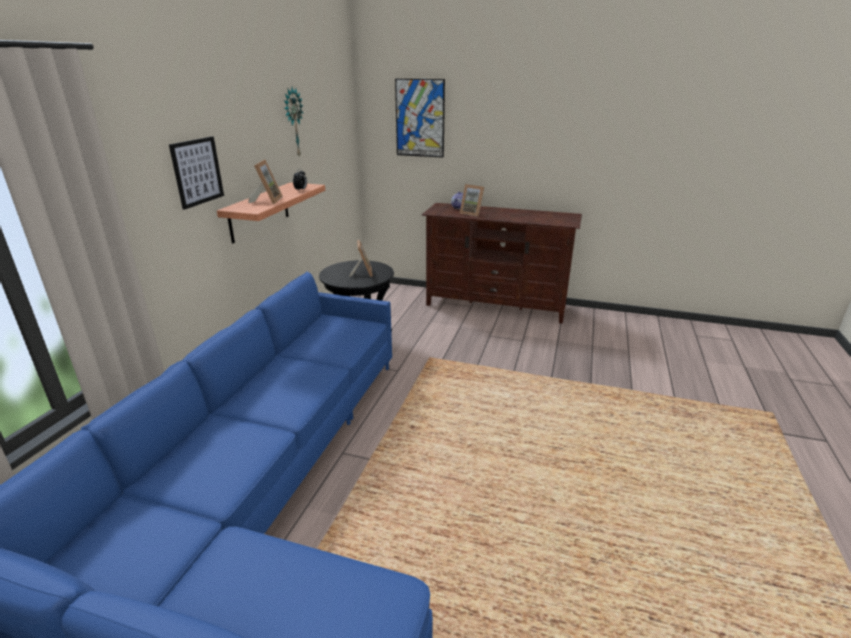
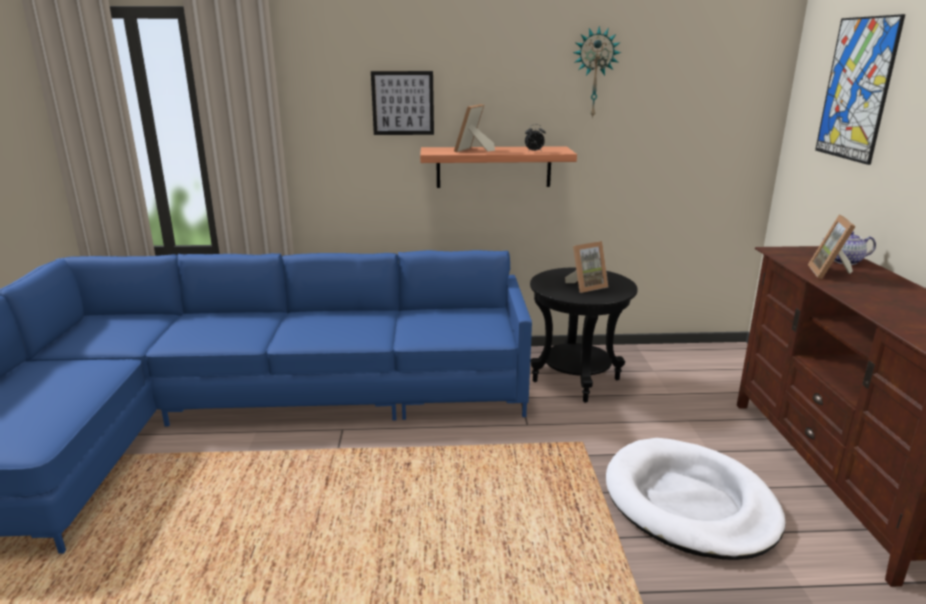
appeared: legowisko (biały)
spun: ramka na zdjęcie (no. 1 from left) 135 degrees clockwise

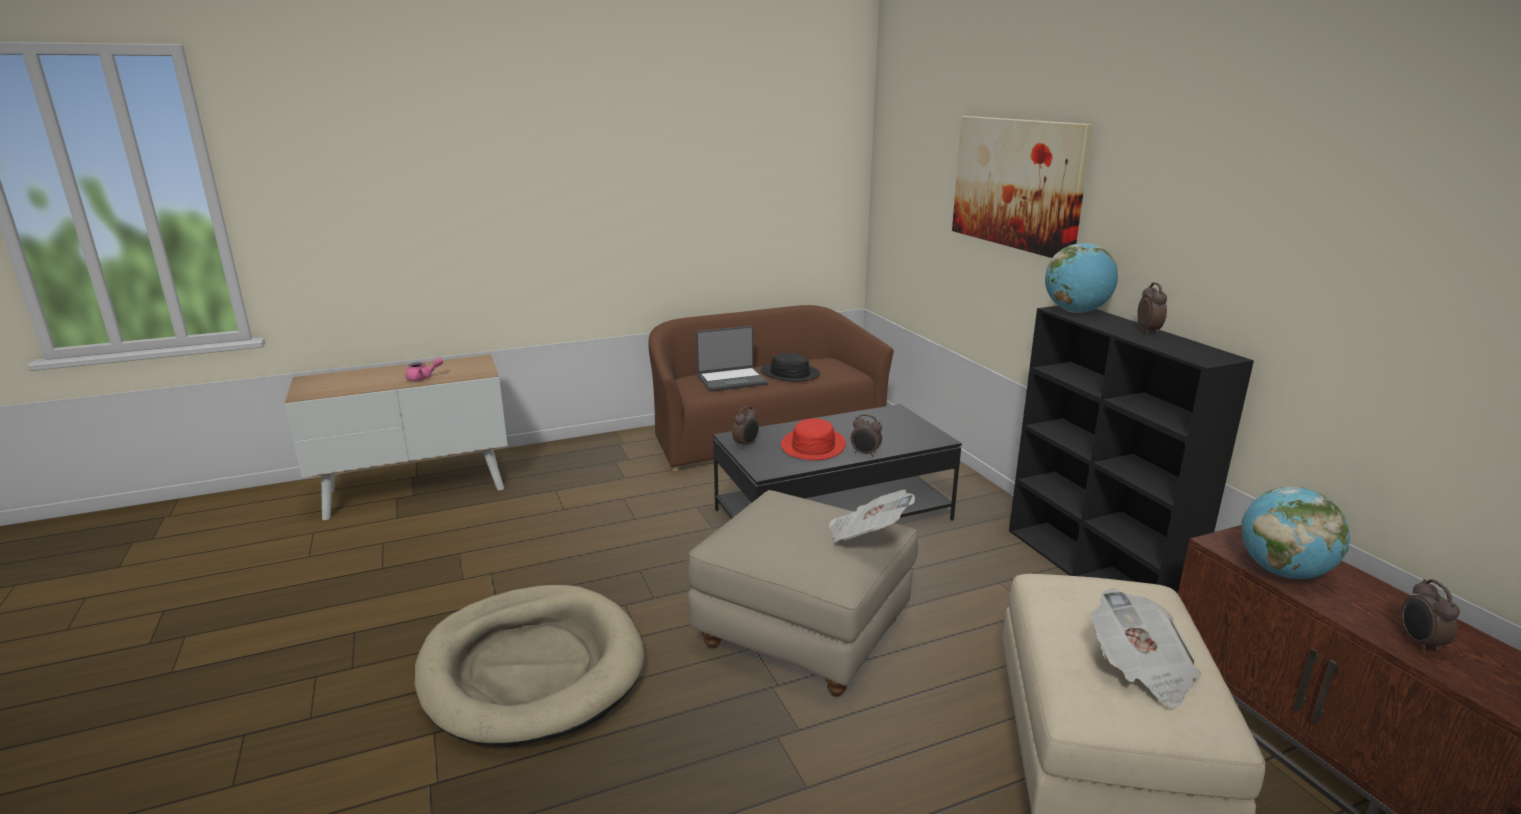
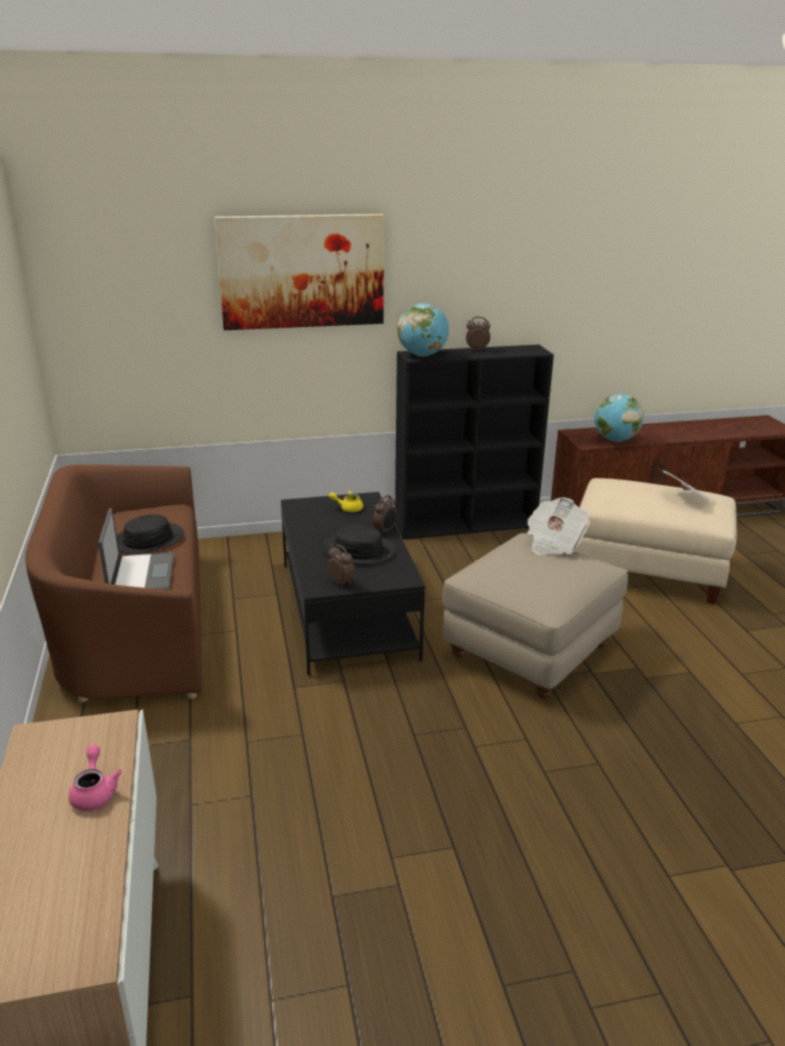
missing: legowisko (beżowy); budzik (no. 4 from left)
appeared: imbryk (żółty)
colour: kapelusz (czerwony) to kapelusz (czarny) (no. 2 from left)

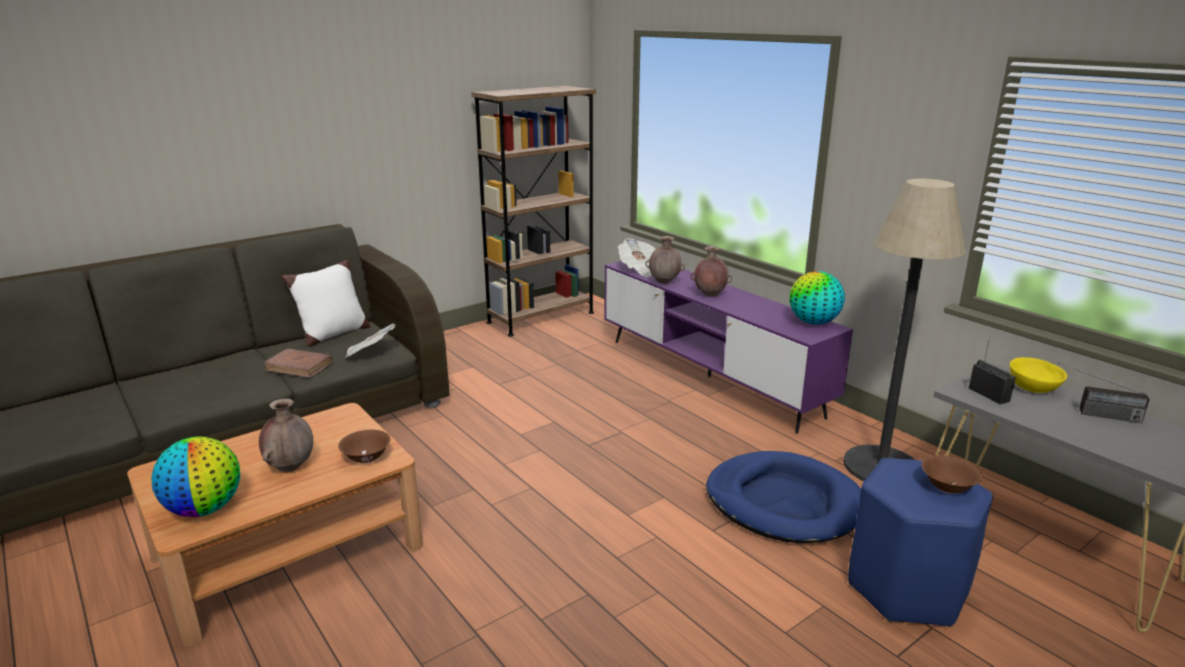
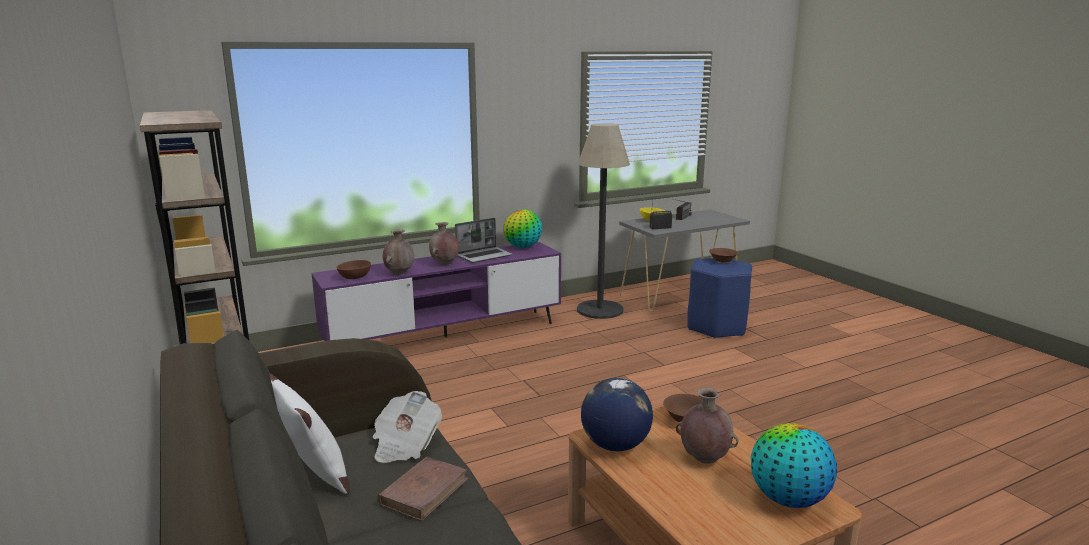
missing: legowisko (niebieski)
appeared: laptop; globus (no. 2 from left)
exchanged: gazeta (no. 2 from left) to miska (brązowy) (no. 1 from left)

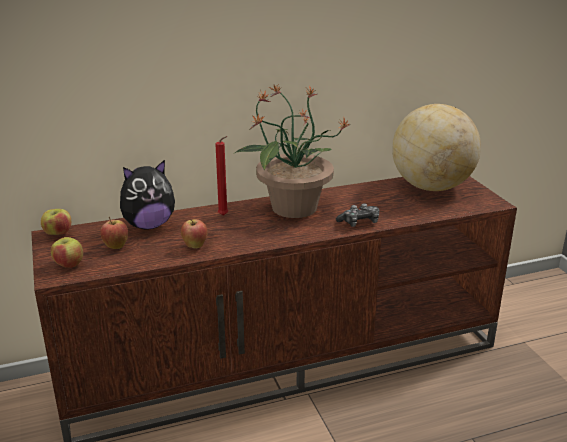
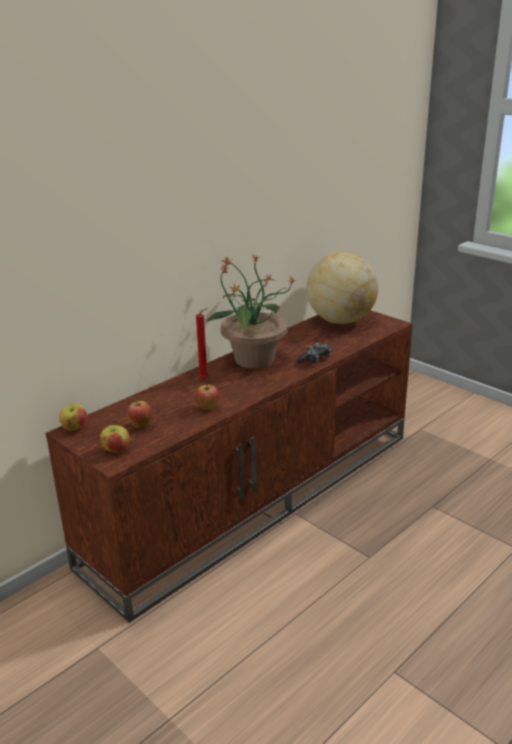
missing: pluszak

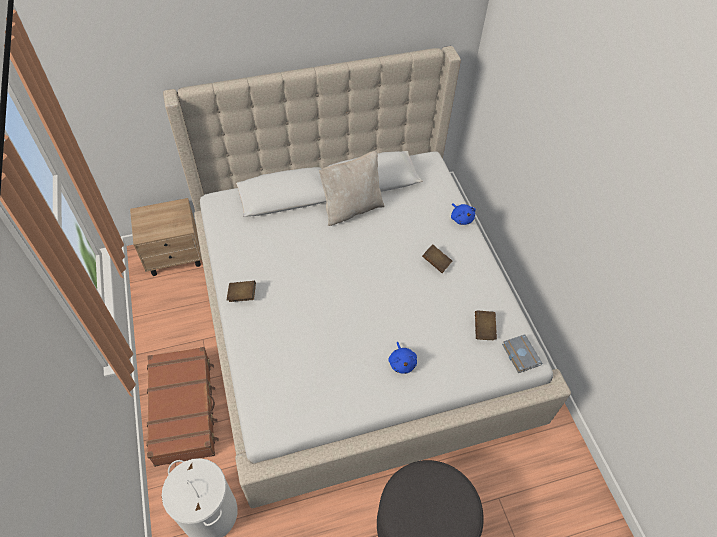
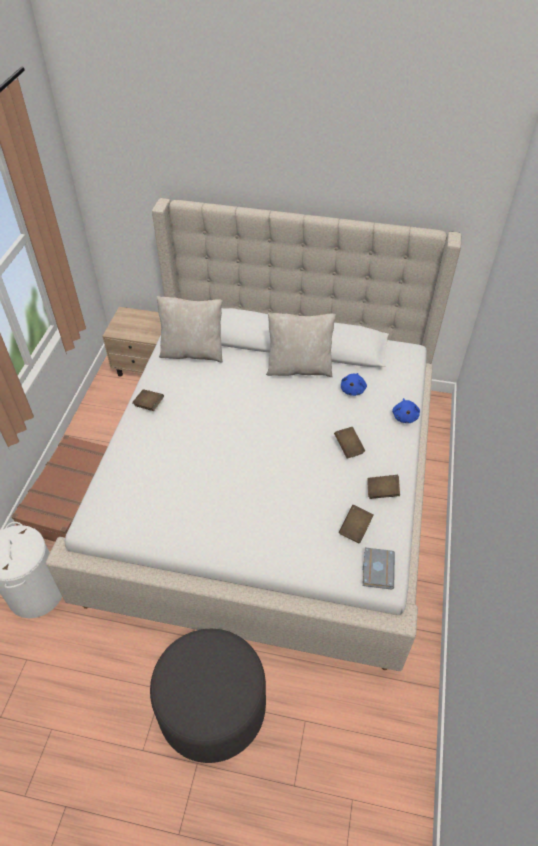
appeared: poduszka (beżowy) (no. 1 from left); książka (brązowy) (no. 4 from left)
relocated: pluszak (niebieski) (no. 1 from left)

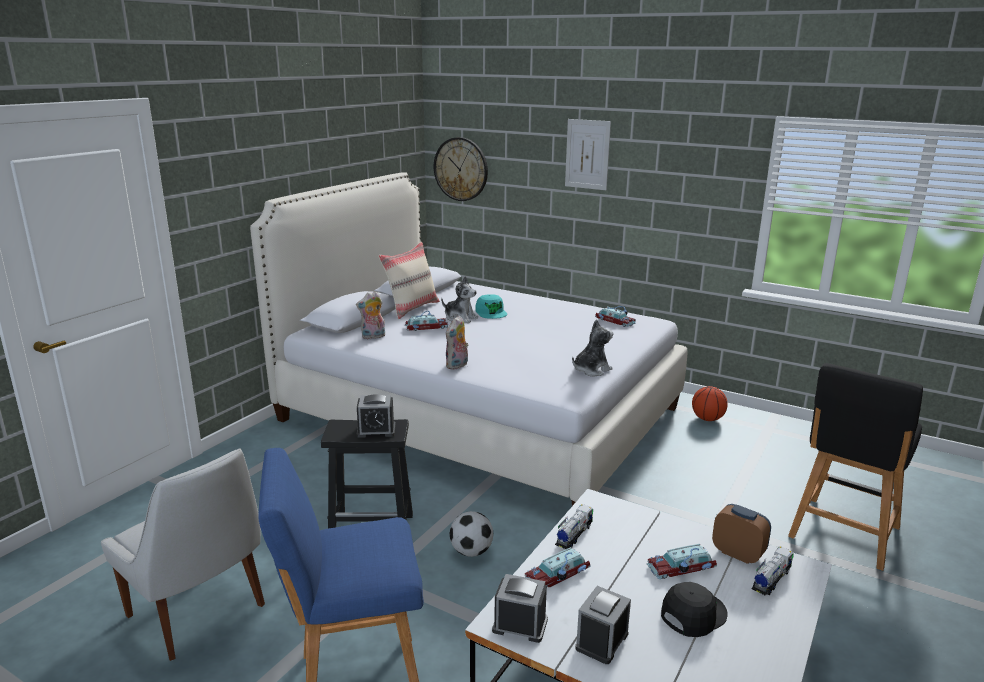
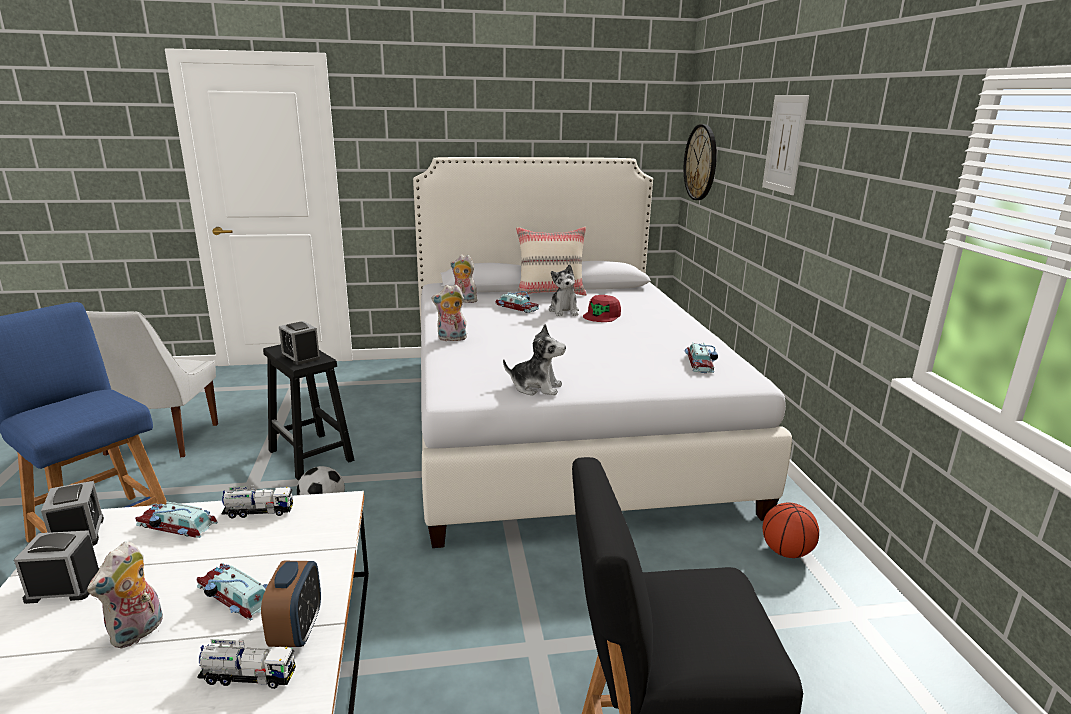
exchanged: czapka z daszkiem (czarny) to pluszak (no. 1 from left)
colour: czapka z daszkiem (turkusowy) to czapka z daszkiem (czerwony)

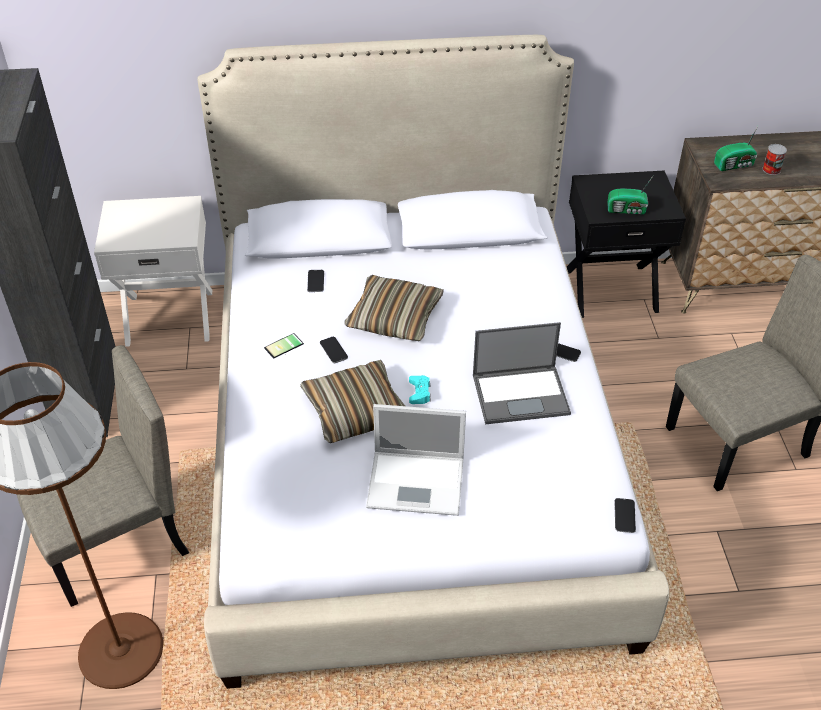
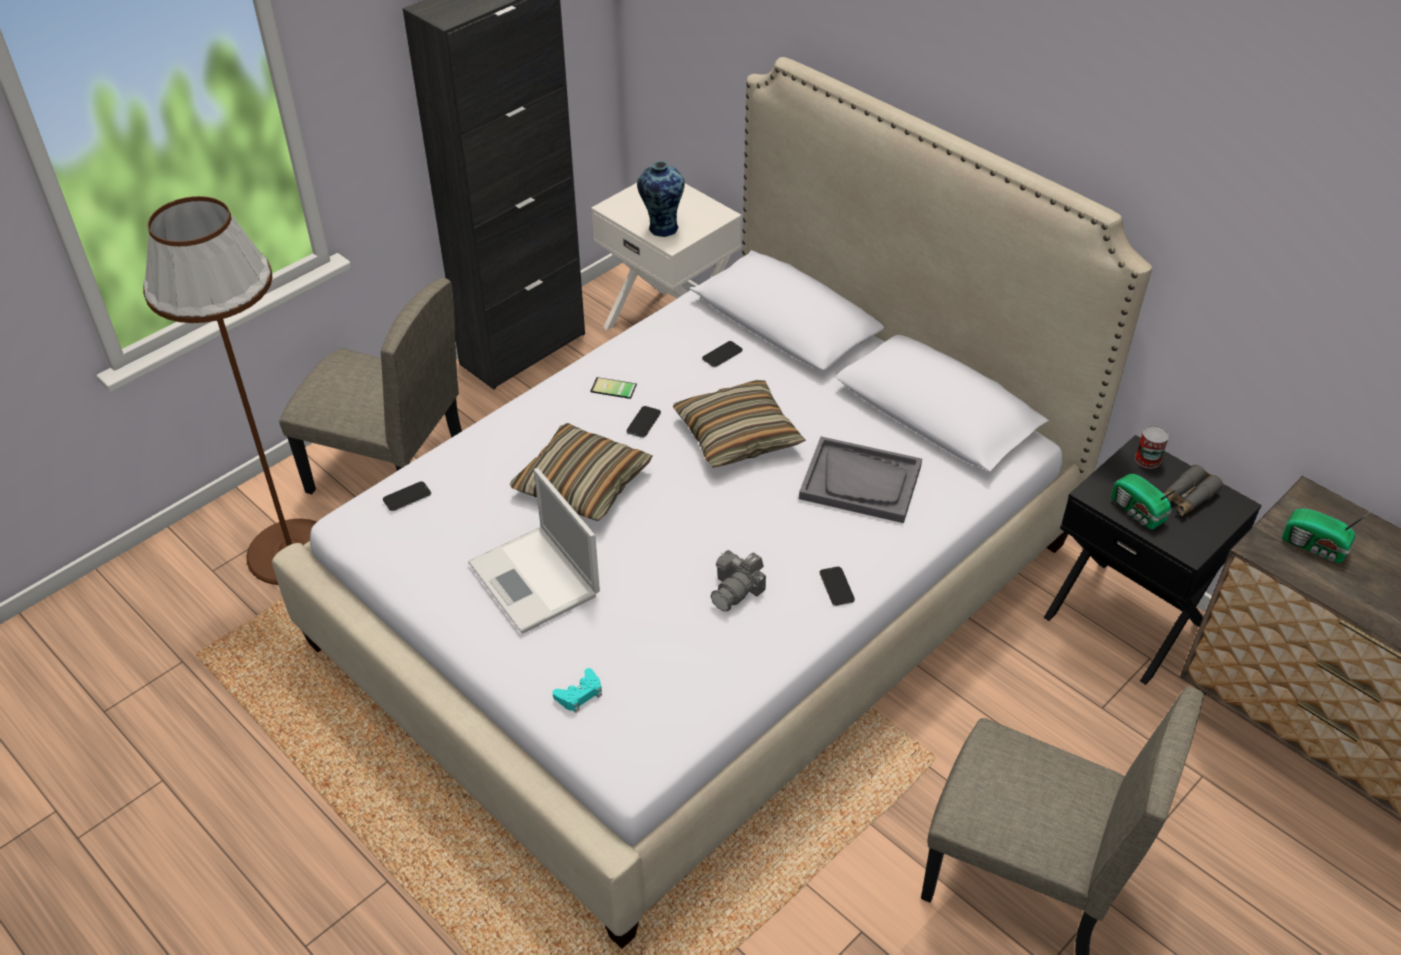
appeared: wazon; taca (szary); lornetka (szary)
relocated: telefon (no. 5 from left in the first image) to telefon (no. 1 from left); pad do gier (turkusowy); puszka
exchanged: laptop (no. 2 from left) to aparat fotograficzny

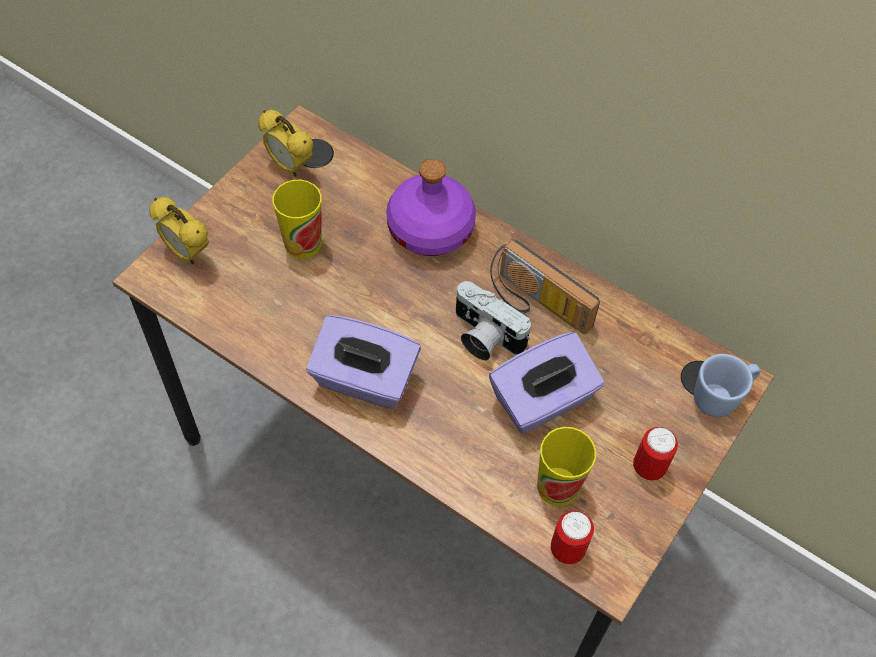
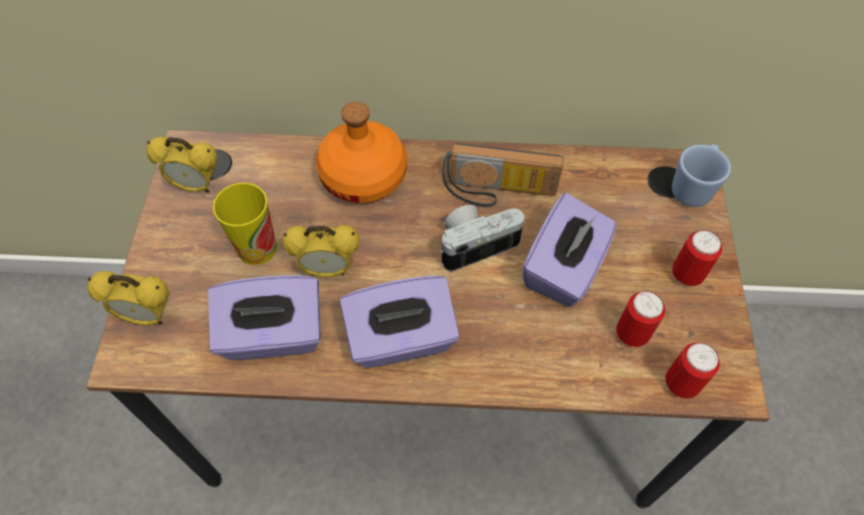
appeared: pudełko chusteczek (fioletowy) (no. 1 from left); budzik (no. 3 from left)
exchanged: filiżanka (no. 2 from left) to puszka (no. 1 from left)
colour: butelka (fioletowy) to butelka (pomarańczowy)
spun: aparat fotograficzny 150 degrees clockwise

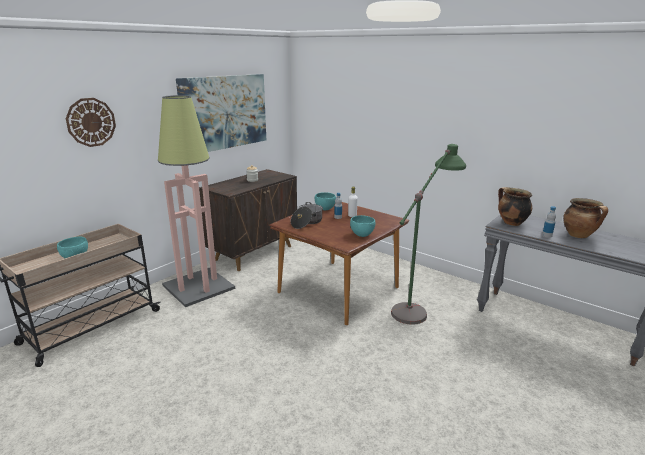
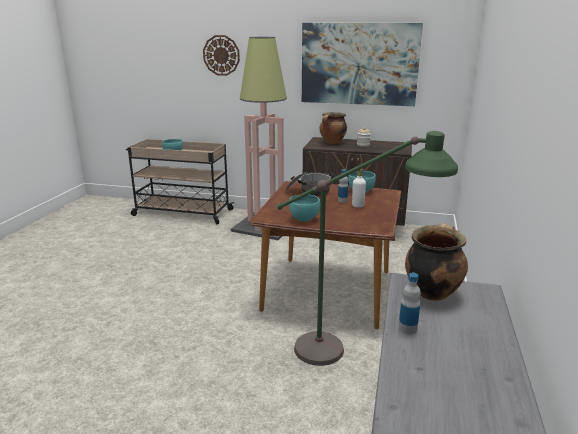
relocated: garnek (no. 3 from left in the first image) to garnek (no. 2 from left)

